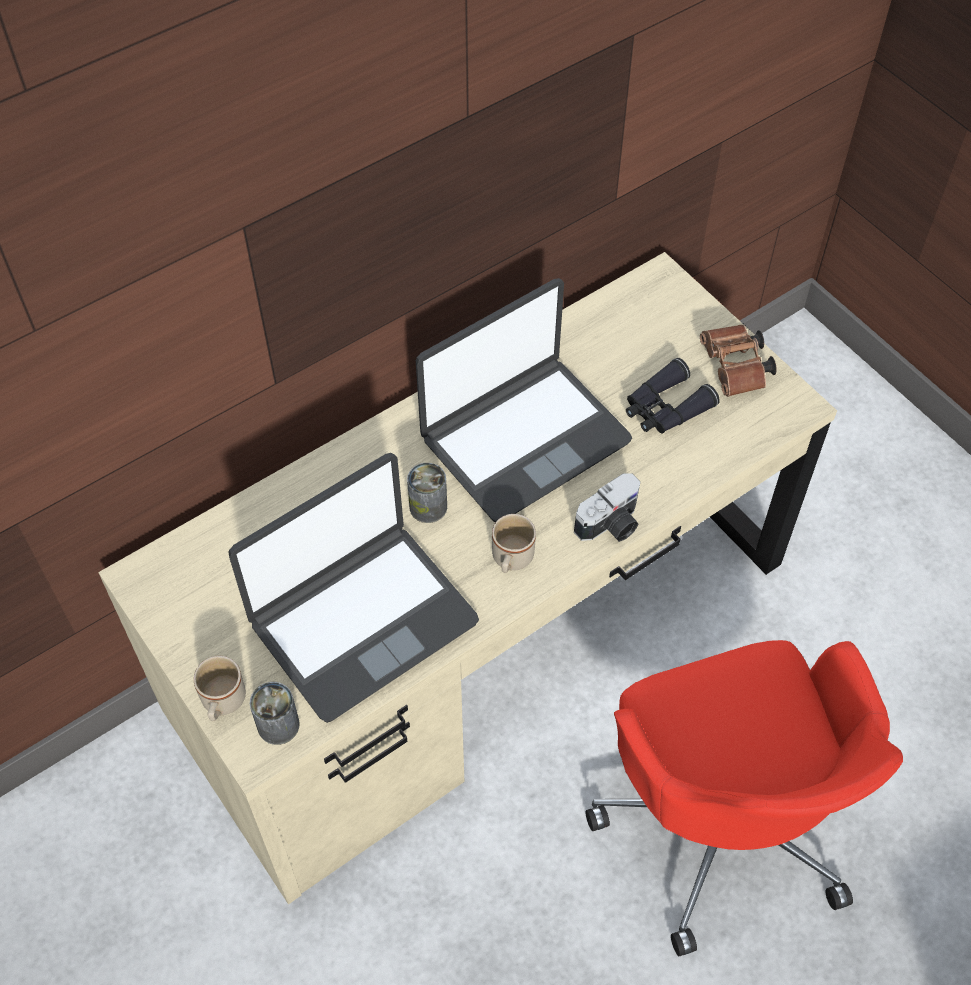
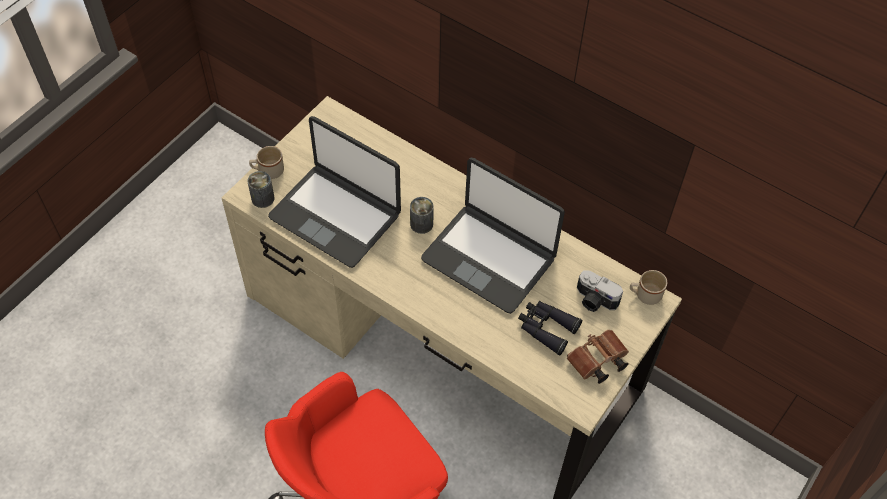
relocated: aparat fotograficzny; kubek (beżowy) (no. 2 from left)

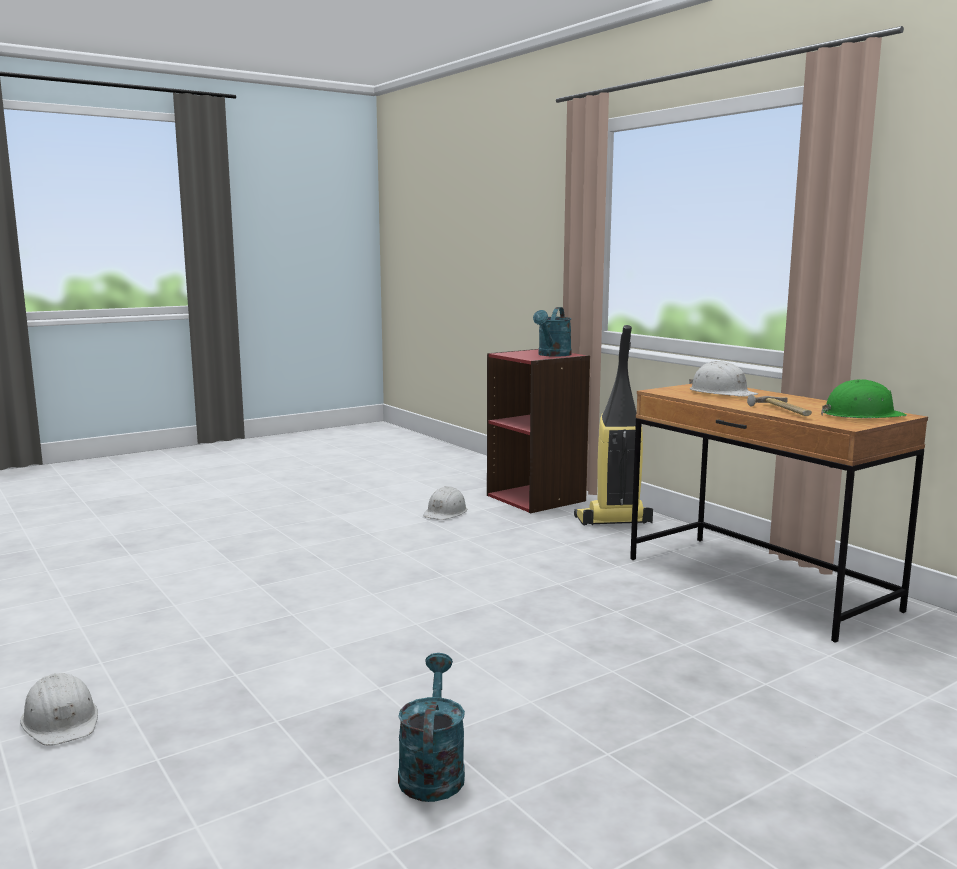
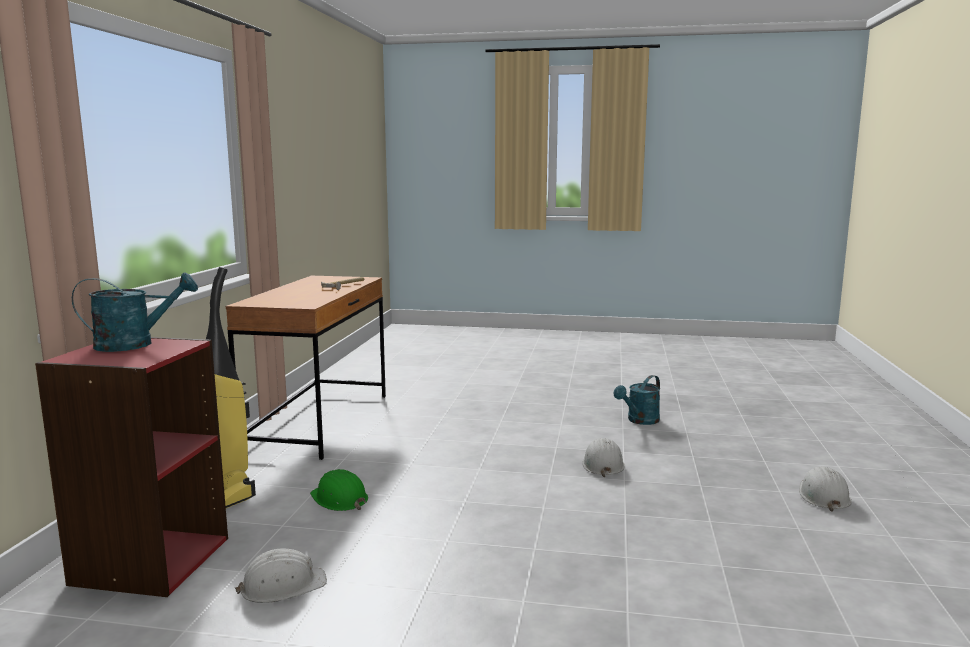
relocated: kask (zielony); kask (biały) (no. 3 from left in the first image) to kask (biały) (no. 2 from left)

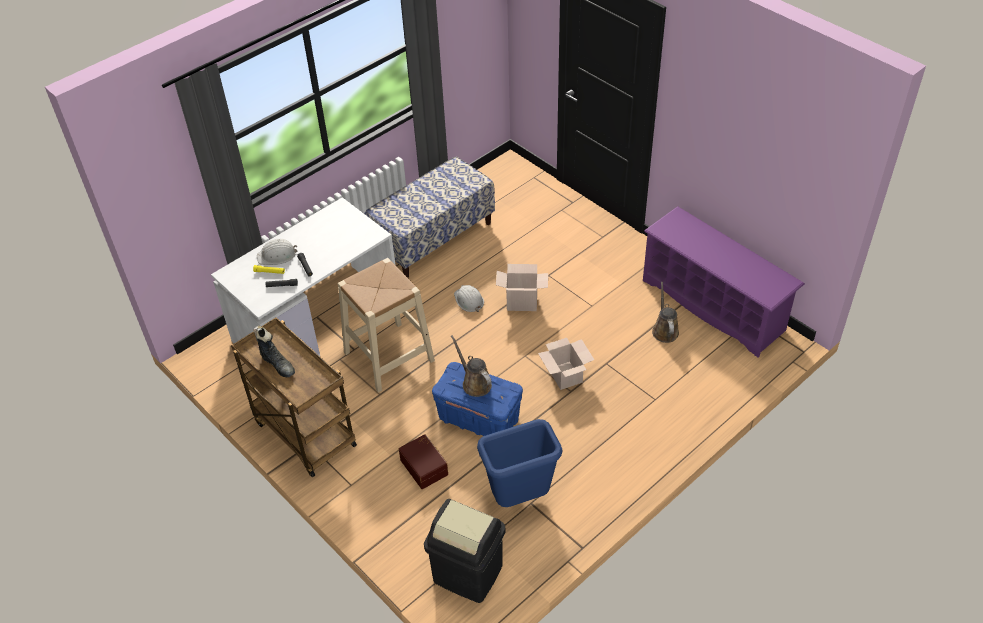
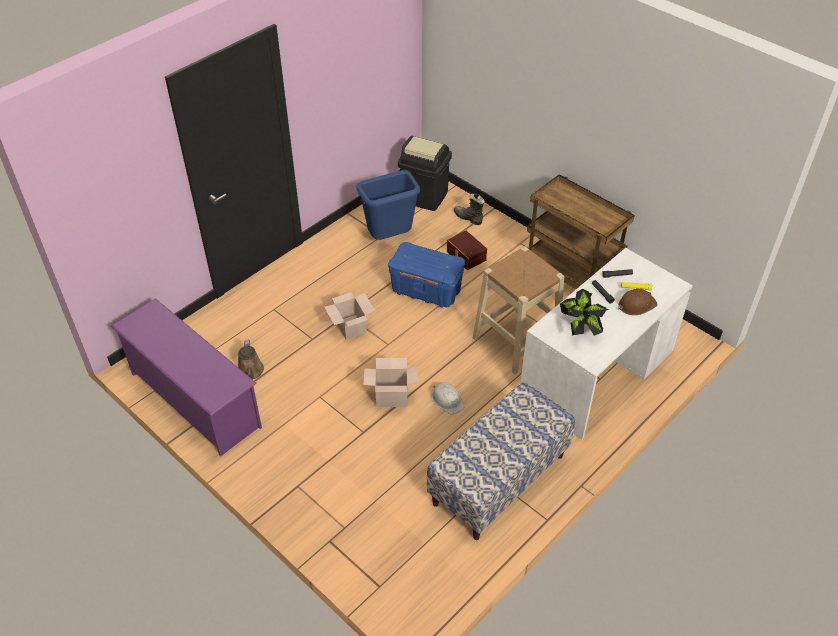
missing: konewka (brązowy) (no. 1 from left)
appeared: roślina doniczkowa
relocated: but z cholewką (czarny)
colour: kask (biały) (no. 1 from left) to kask (brązowy)

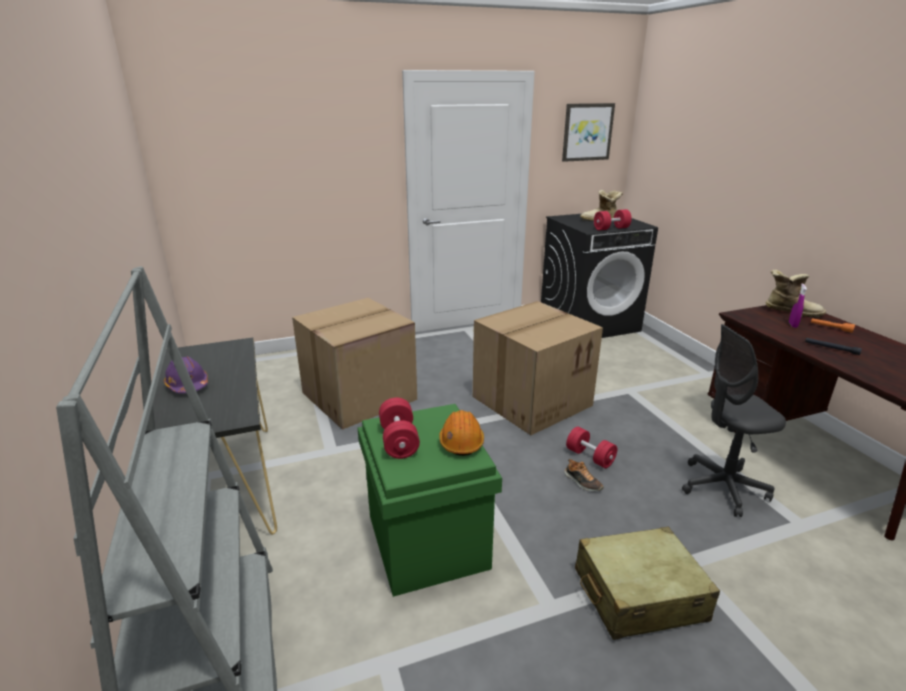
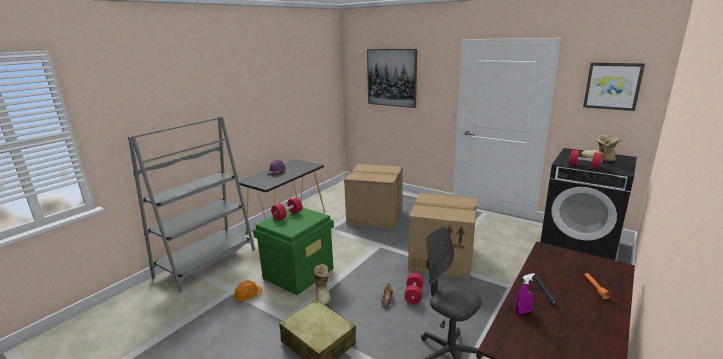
appeared: obraz (no. 1 from left)
relocated: kask (pomarańczowy); but z cholewką (no. 2 from left in the first image) to but z cholewką (no. 1 from left); spryskiwacz (fioletowy)

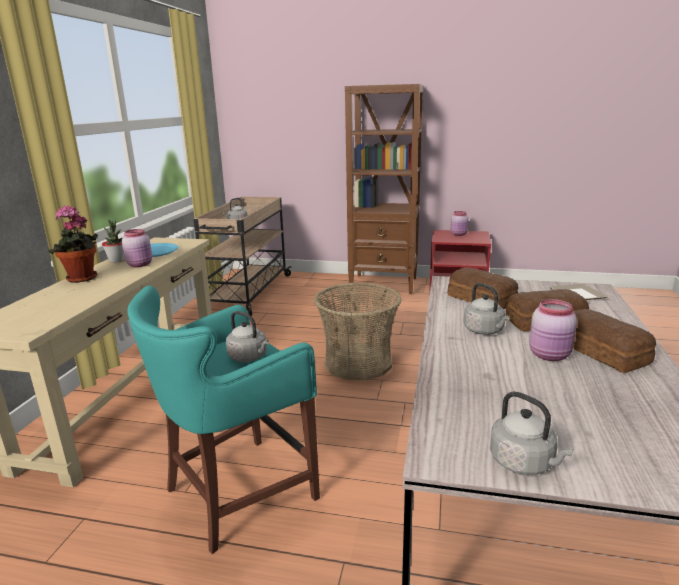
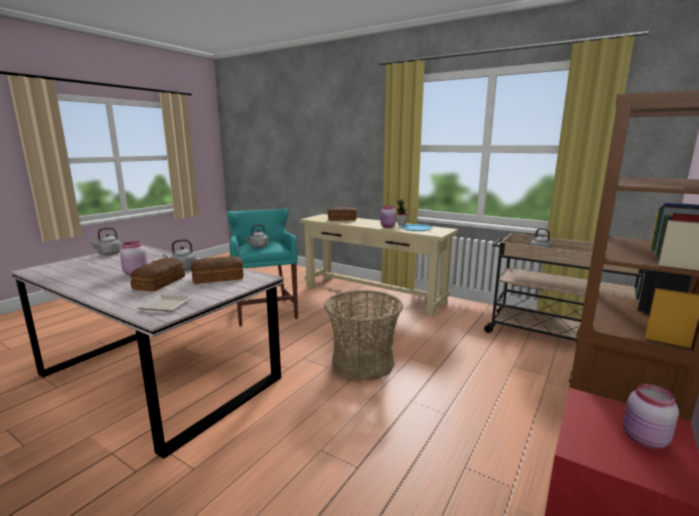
missing: roślina doniczkowa (no. 1 from left)
relocated: chleb (no. 3 from left)

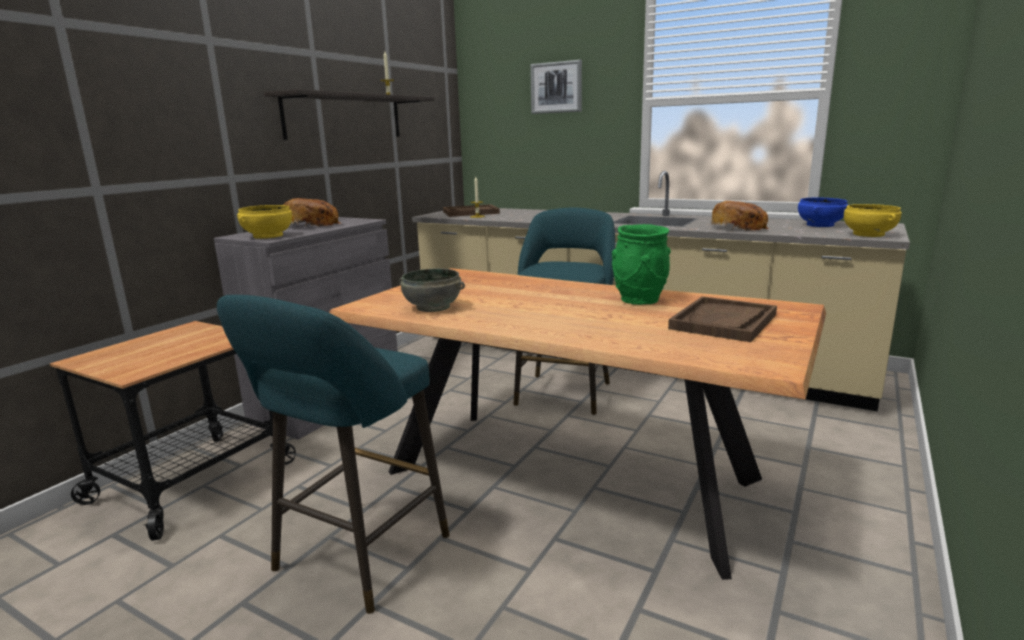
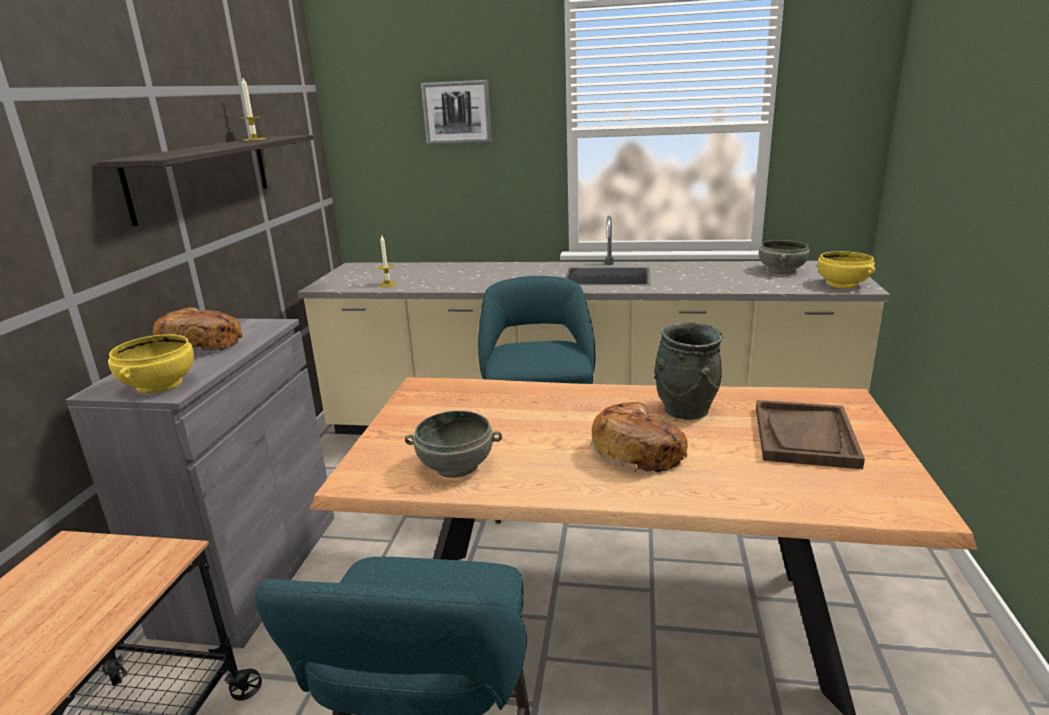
missing: taca (brązowy) (no. 1 from left)
relocated: chleb (no. 2 from left)
colour: wazon (zielony) to wazon (szary); miska (niebieski) to miska (szary) (no. 2 from left)

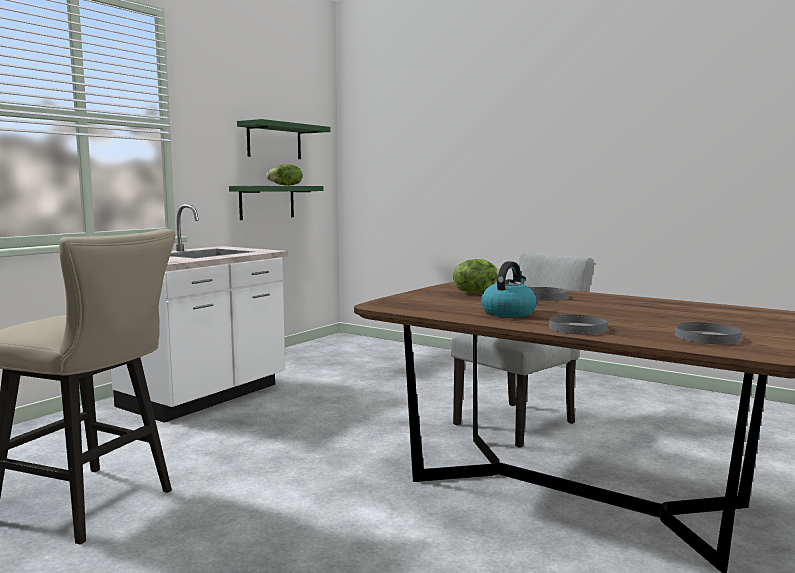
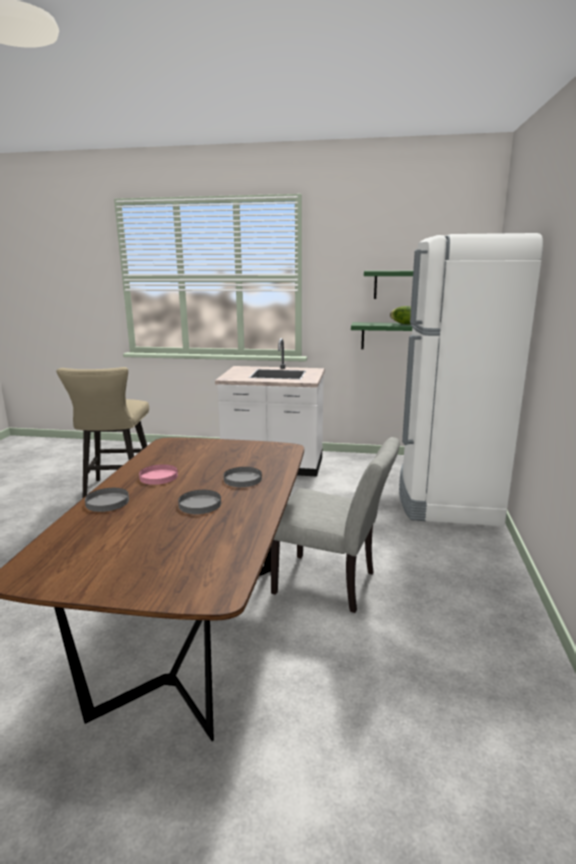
missing: sałata (no. 2 from left)
appeared: lodówka (biały)
relocated: talerz (szary) (no. 3 from left in the first image) to talerz (szary) (no. 2 from left)
exchanged: czajnik to talerz (różowy)

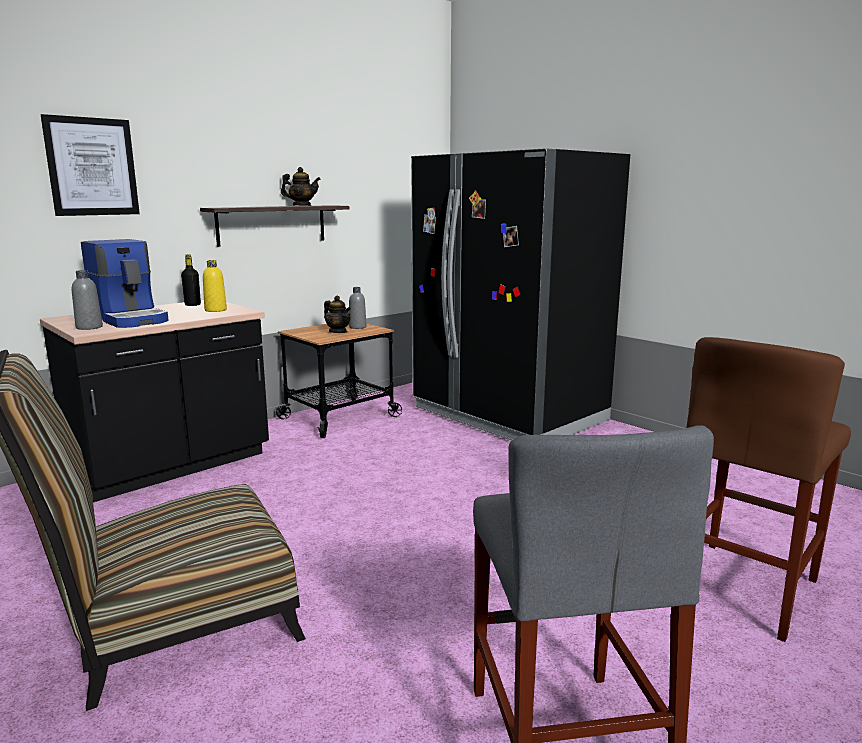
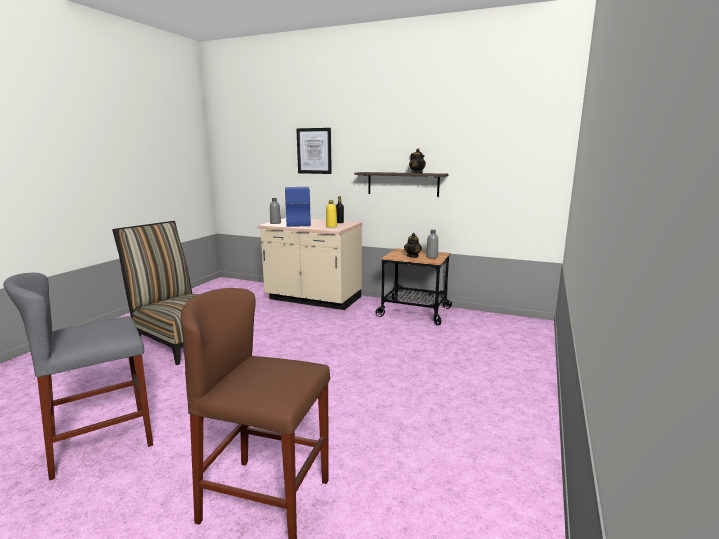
missing: lodówka (czarny)
colour: zabudowa kuchenna (czarny) to zabudowa kuchenna (beżowy)
spun: ekspres do kawy 150 degrees clockwise

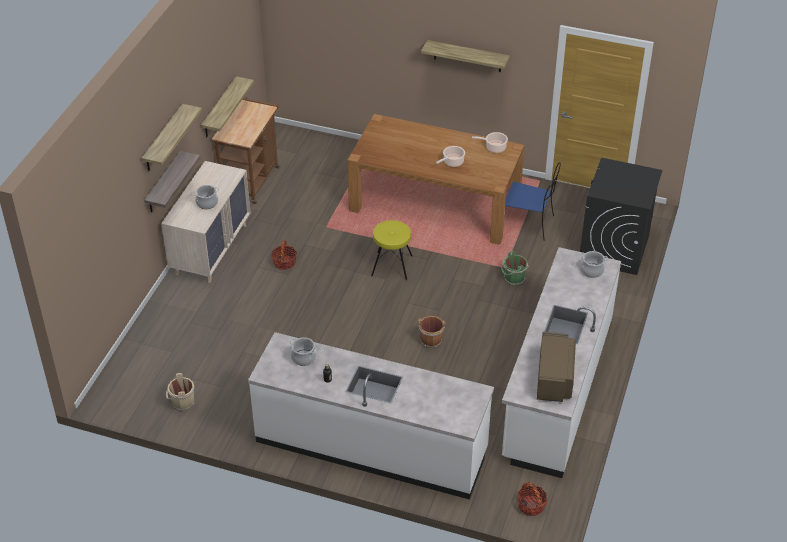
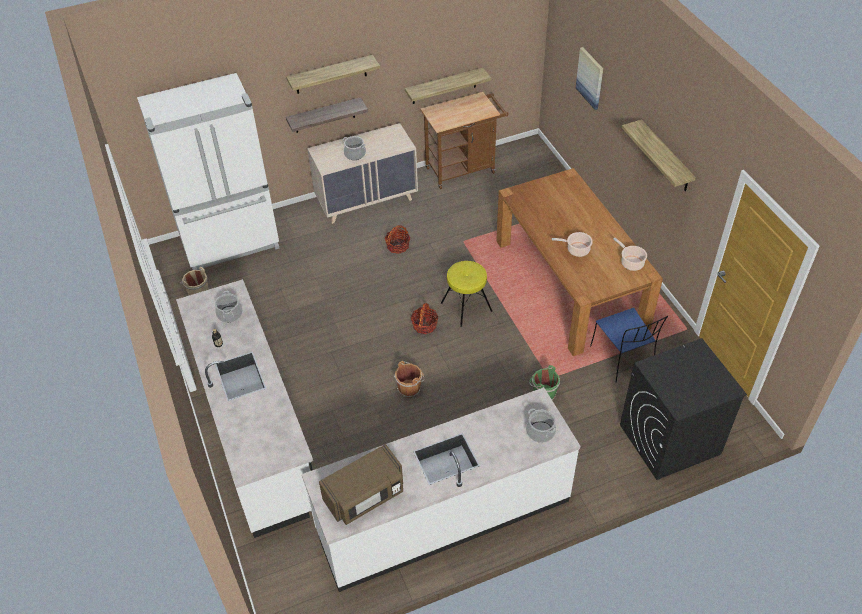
appeared: lodówka (biały); obraz
relocated: koszyk (no. 2 from left)

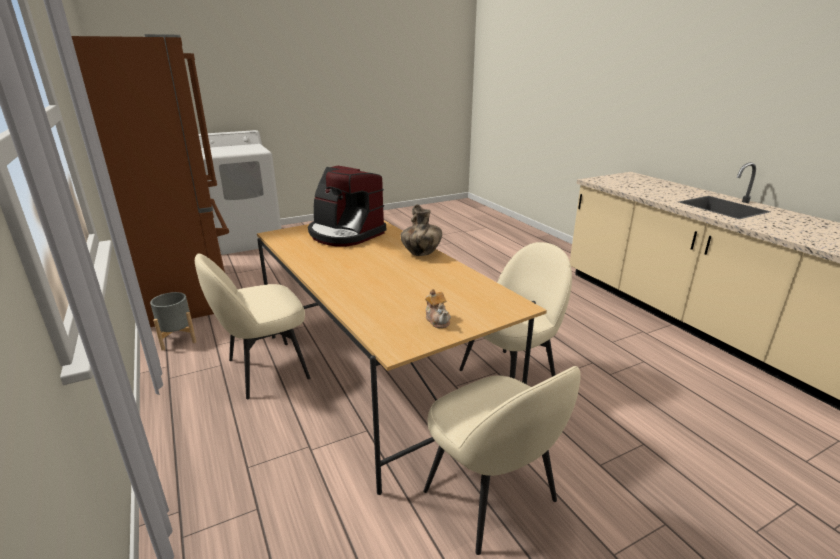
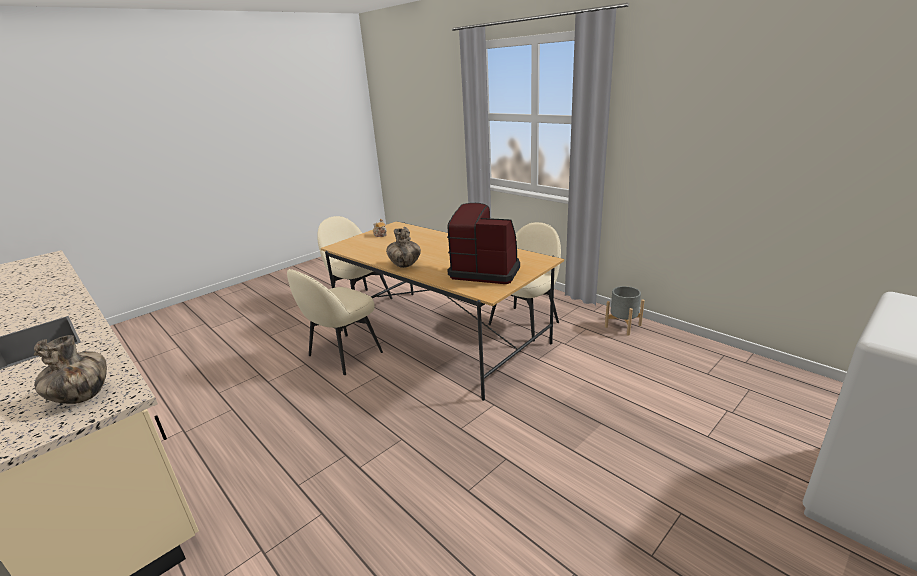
missing: lodówka (brązowy)
appeared: wazon (no. 1 from left)

